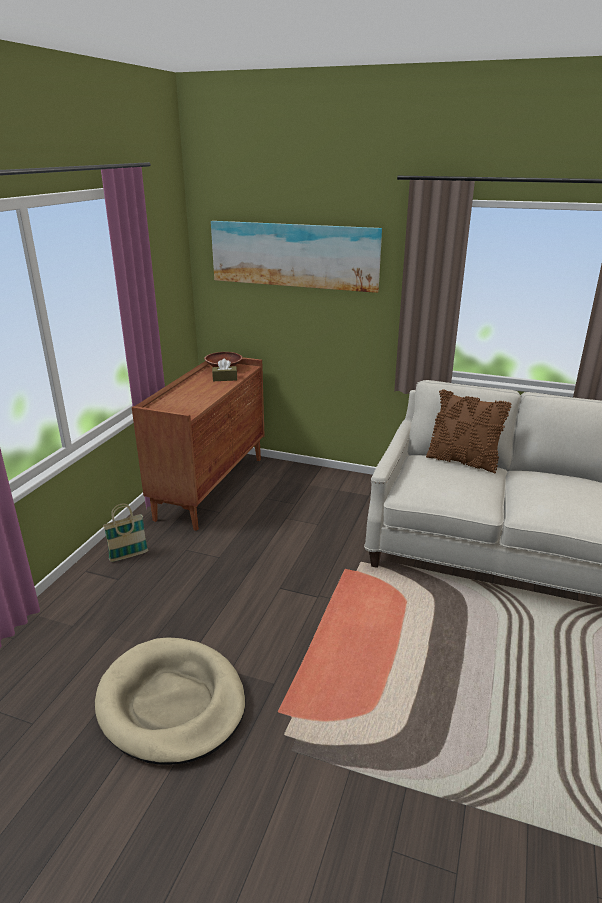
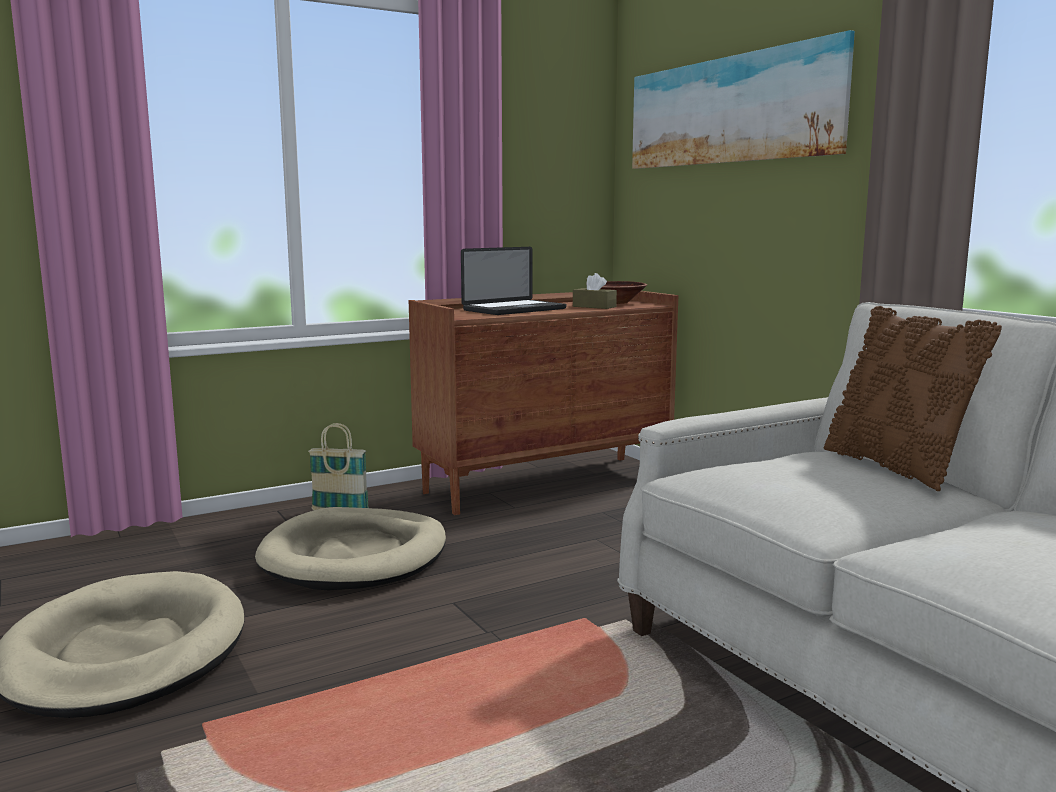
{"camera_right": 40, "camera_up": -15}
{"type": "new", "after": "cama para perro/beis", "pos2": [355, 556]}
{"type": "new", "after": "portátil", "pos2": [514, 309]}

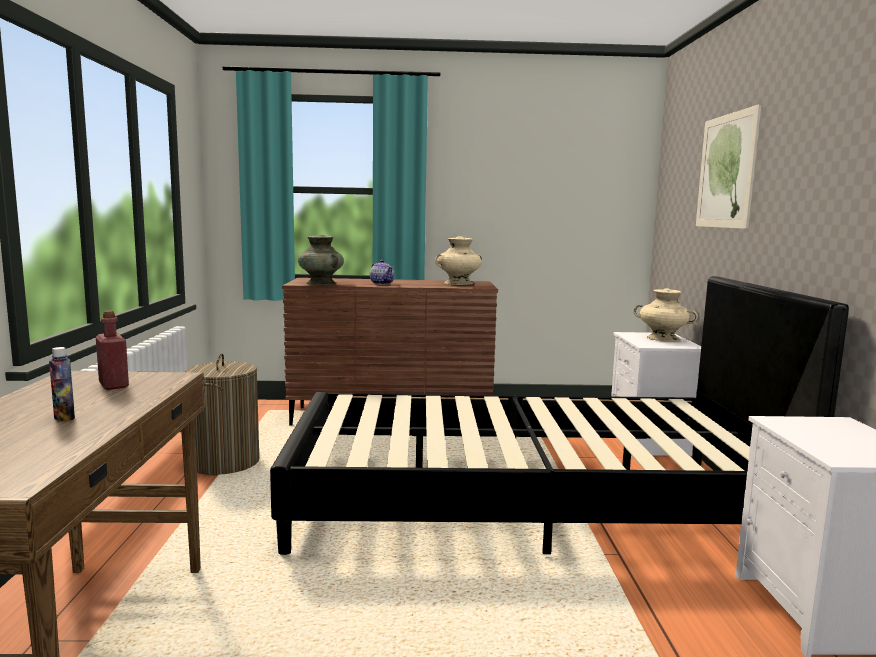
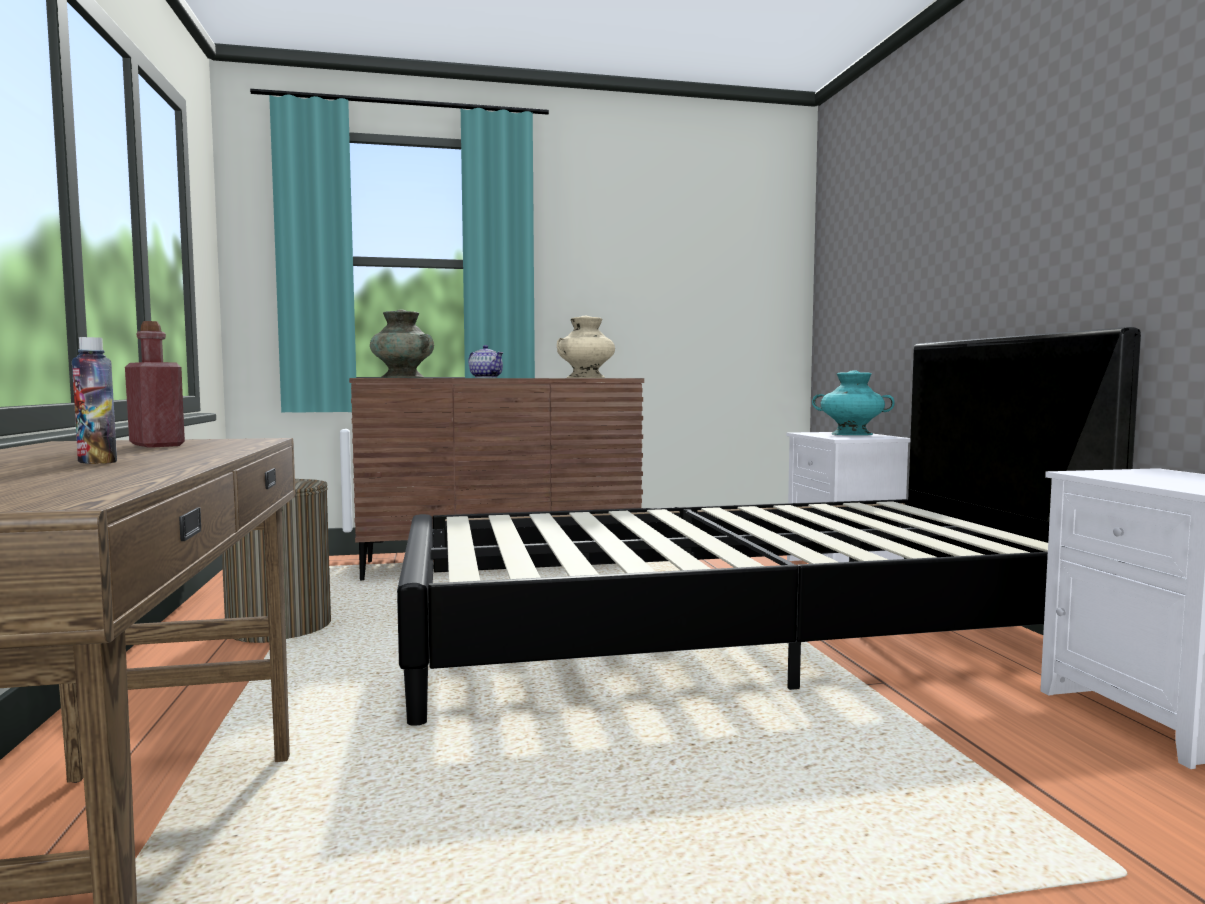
{"camera_right": -10, "camera_up": -5}
{"type": "repainted", "before": "florero/beis", "after": "florero/turquesa", "pos1": [662, 338], "pos2": [851, 434]}
{"type": "gone", "before": "cuadro", "pos1": [726, 171]}

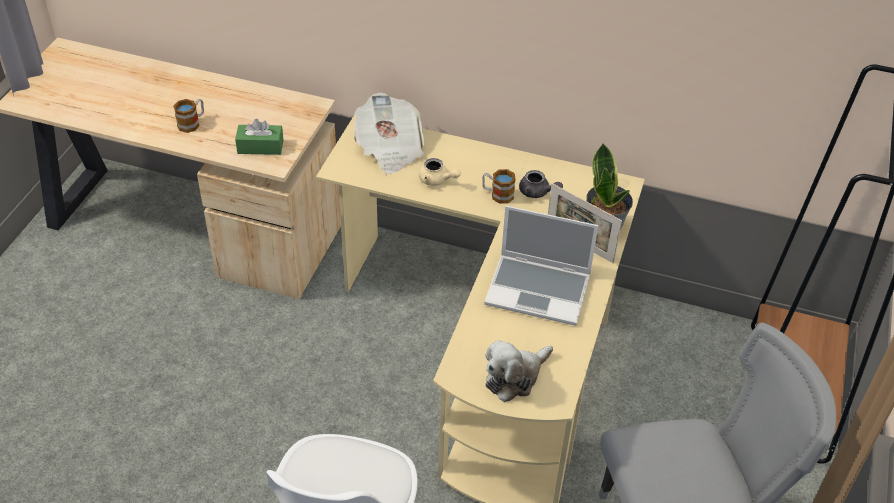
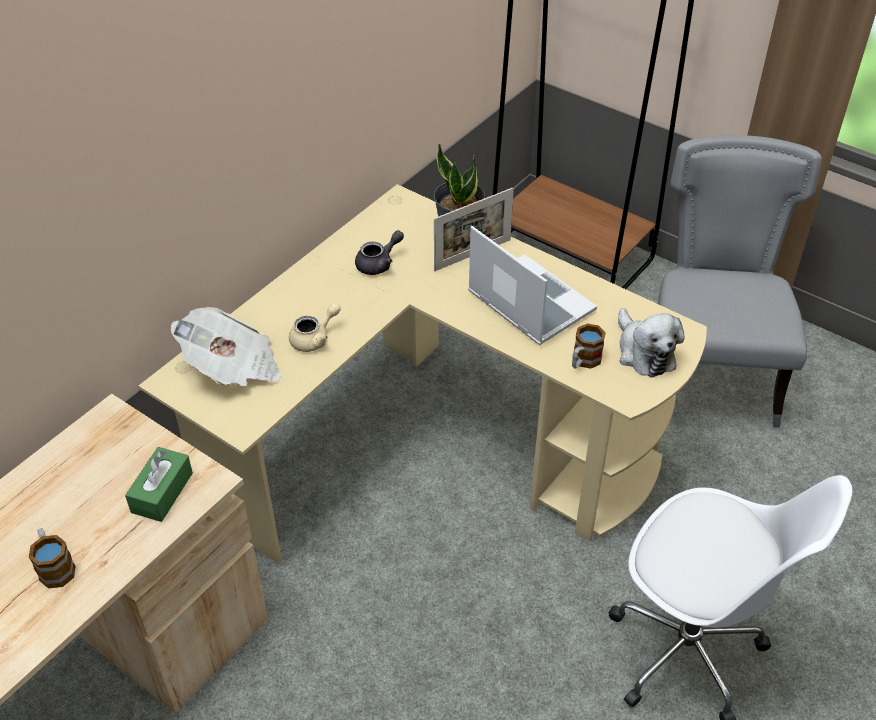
{"camera_right": -70, "camera_up": 0}
{"type": "shifted", "before": "taza grande", "pos1": [497, 194], "pos2": [583, 361]}
{"type": "rotated", "before": "portátil", "pos1": [539, 290], "pos2": [528, 302], "turn": -75}

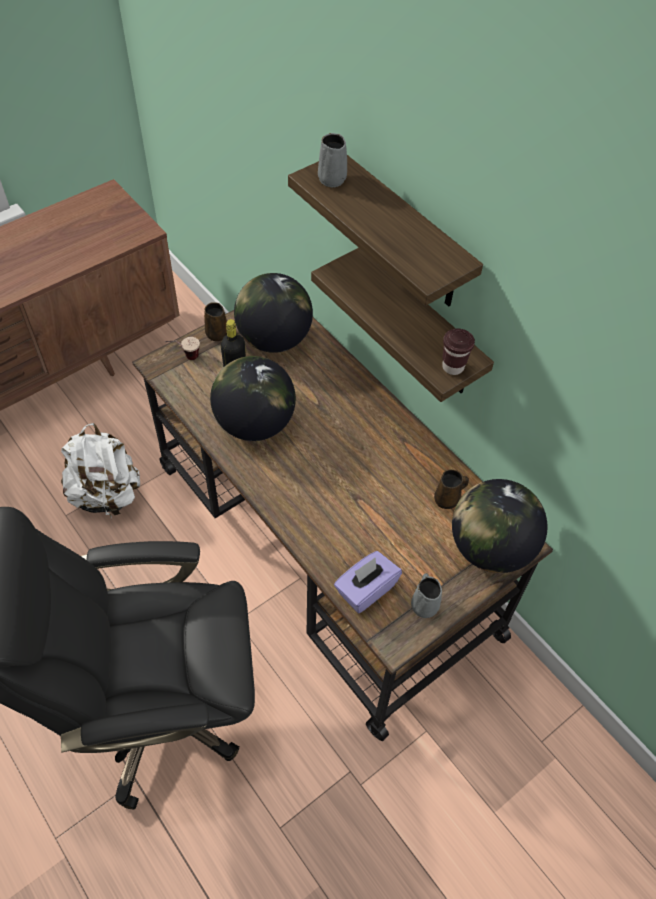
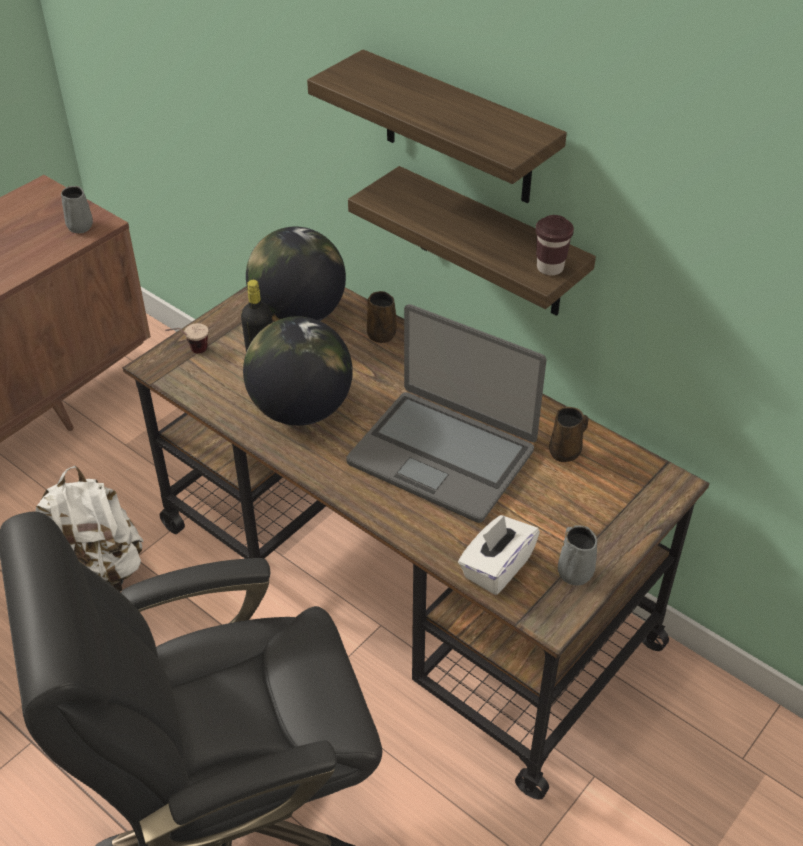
{"camera_right": -10, "camera_up": -10}
{"type": "shifted", "before": "taza grande/marrón", "pos1": [216, 333], "pos2": [380, 333]}
{"type": "shifted", "before": "taza grande/gris", "pos1": [332, 178], "pos2": [80, 226]}
{"type": "repainted", "before": "caja de pañuelos/morado", "after": "caja de pañuelos/blanco", "pos1": [366, 589], "pos2": [496, 567]}
{"type": "gone", "before": "globo terráqueo", "pos1": [490, 548]}
{"type": "new", "after": "portátil", "pos2": [442, 455]}

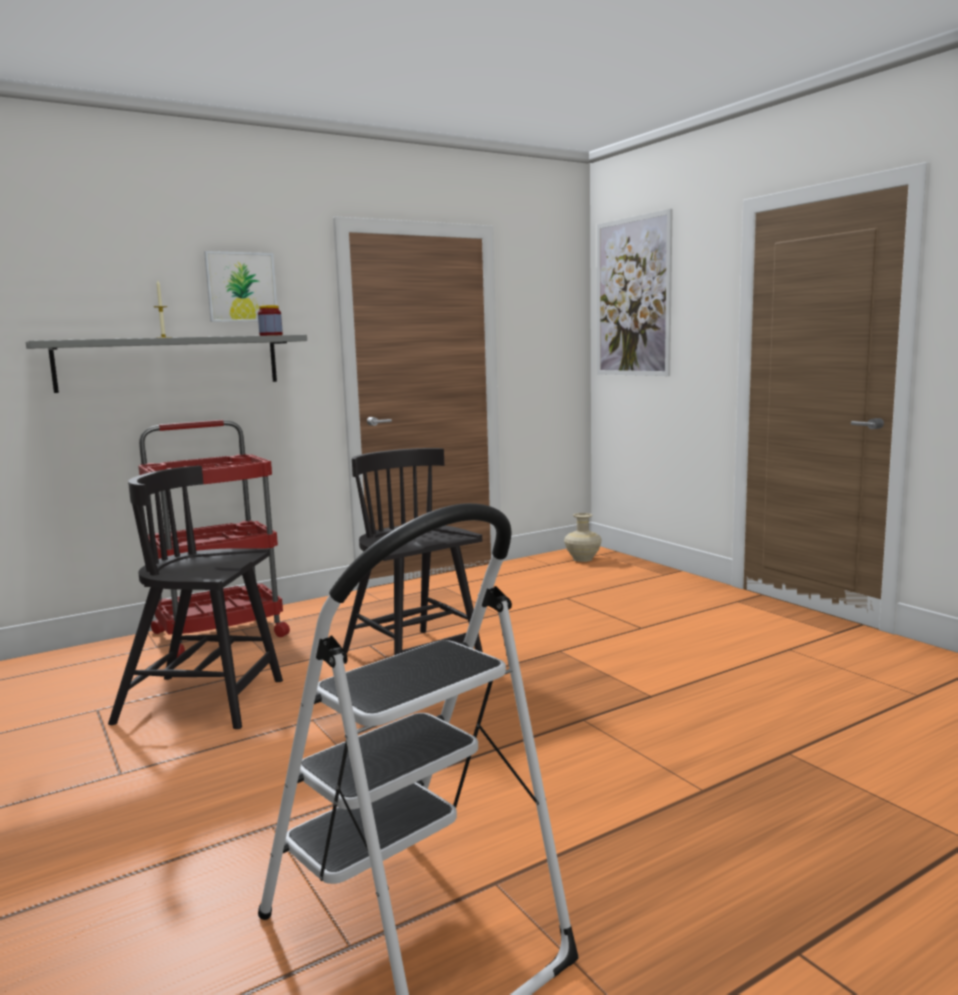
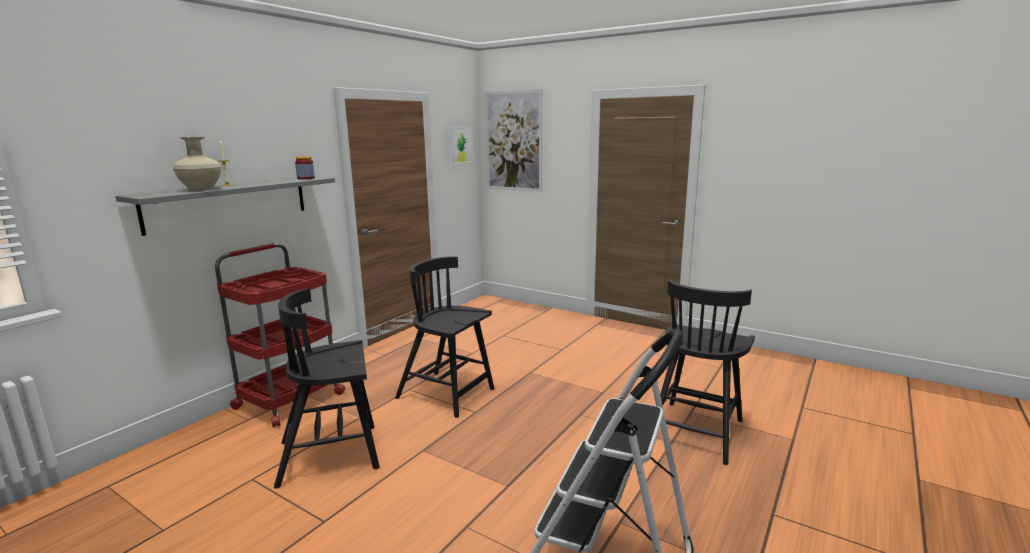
{"camera_right": -25, "camera_up": 5}
{"type": "shifted", "before": "cuadro", "pos1": [241, 287], "pos2": [460, 145]}
{"type": "shifted", "before": "florero/beis", "pos1": [583, 559], "pos2": [201, 189]}
{"type": "new", "after": "silla/negro", "pos2": [696, 429]}

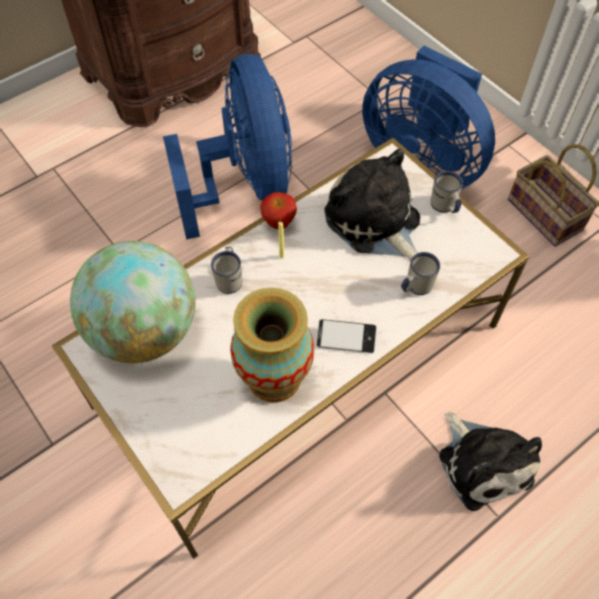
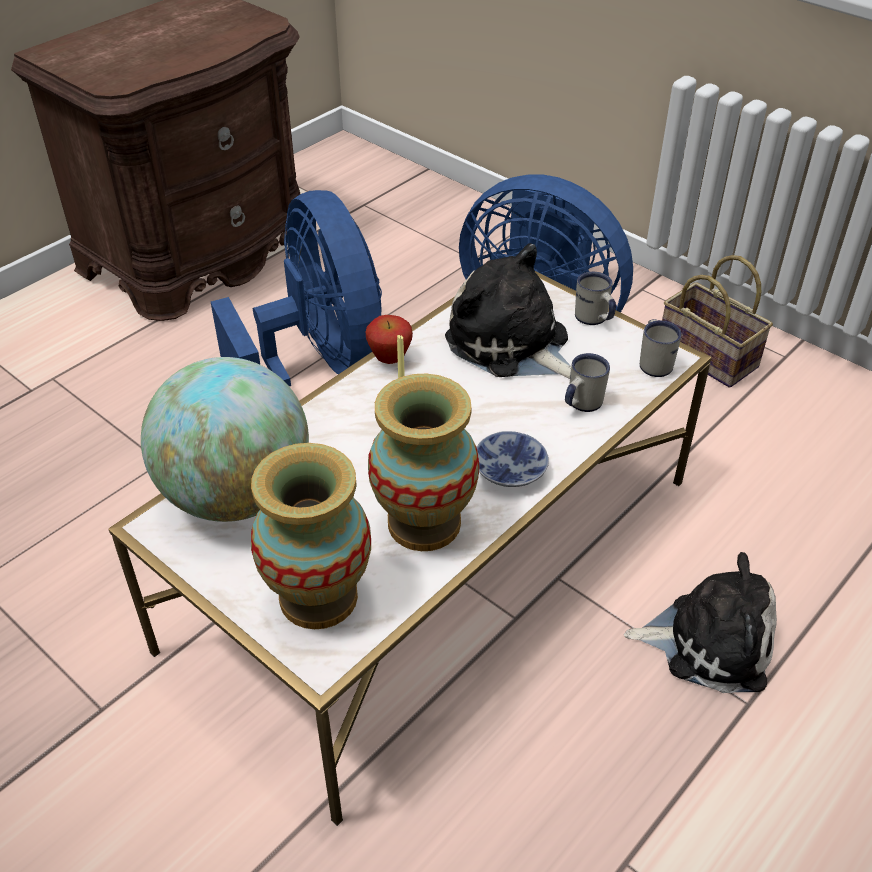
{"camera_right": -10, "camera_up": -15}
{"type": "shifted", "before": "taza grande/blanco", "pos1": [230, 278], "pos2": [654, 362]}
{"type": "swapped", "before": "móvil", "after": "cuenco", "pos1": [346, 338], "pos2": [507, 469]}
{"type": "rotated", "before": "peluche", "pos1": [483, 462], "pos2": [709, 641], "turn": -45}
{"type": "new", "after": "florero", "pos2": [318, 596]}

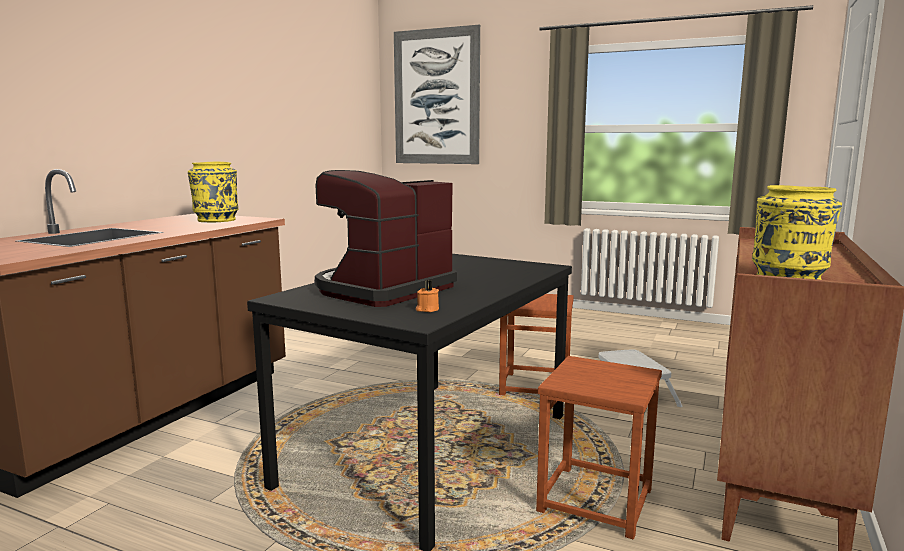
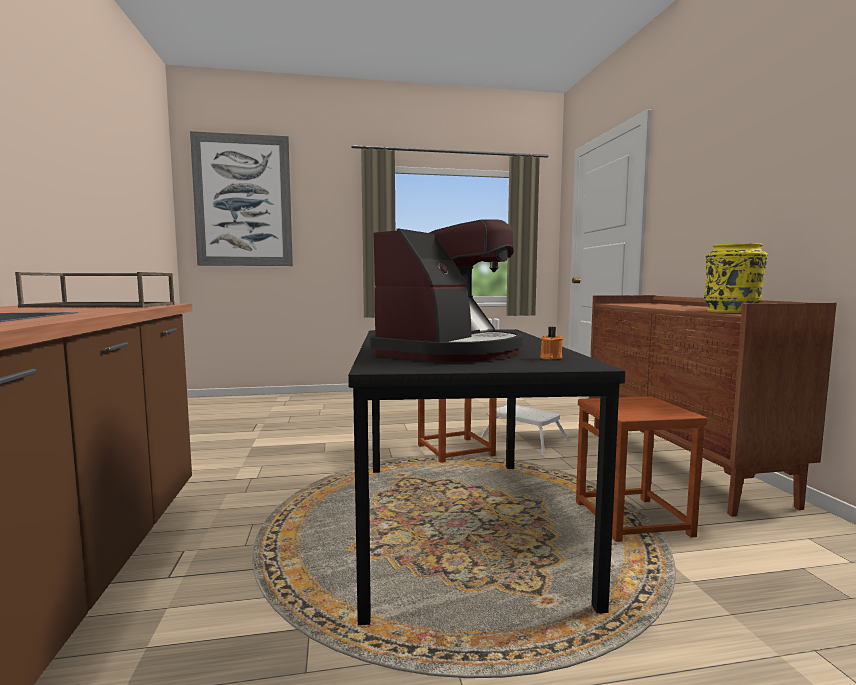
{"camera_right": -35, "camera_up": -5}
{"type": "swapped", "before": "florero/amarillo", "after": "bandeja/marrón", "pos1": [216, 220], "pos2": [103, 305]}
{"type": "rotated", "before": "cafetera", "pos1": [383, 290], "pos2": [451, 352], "turn": -150}

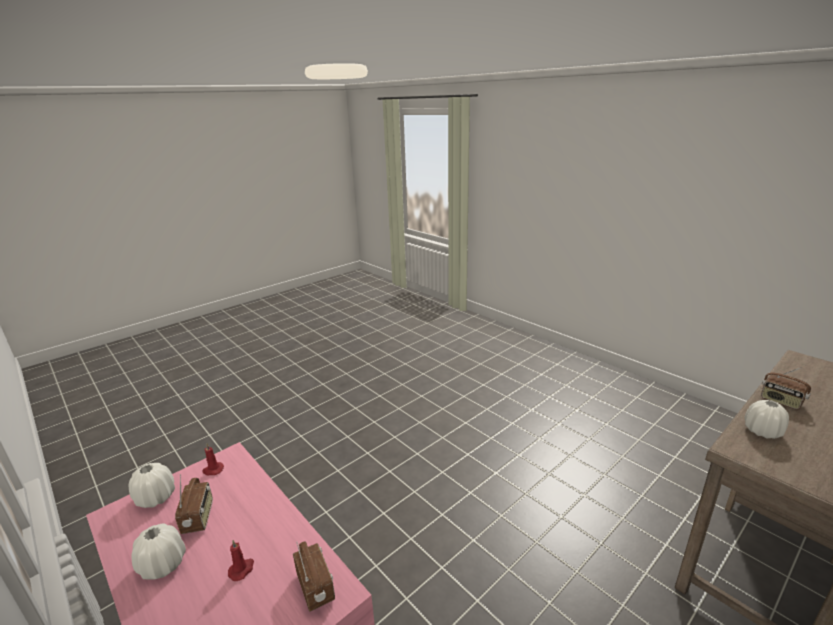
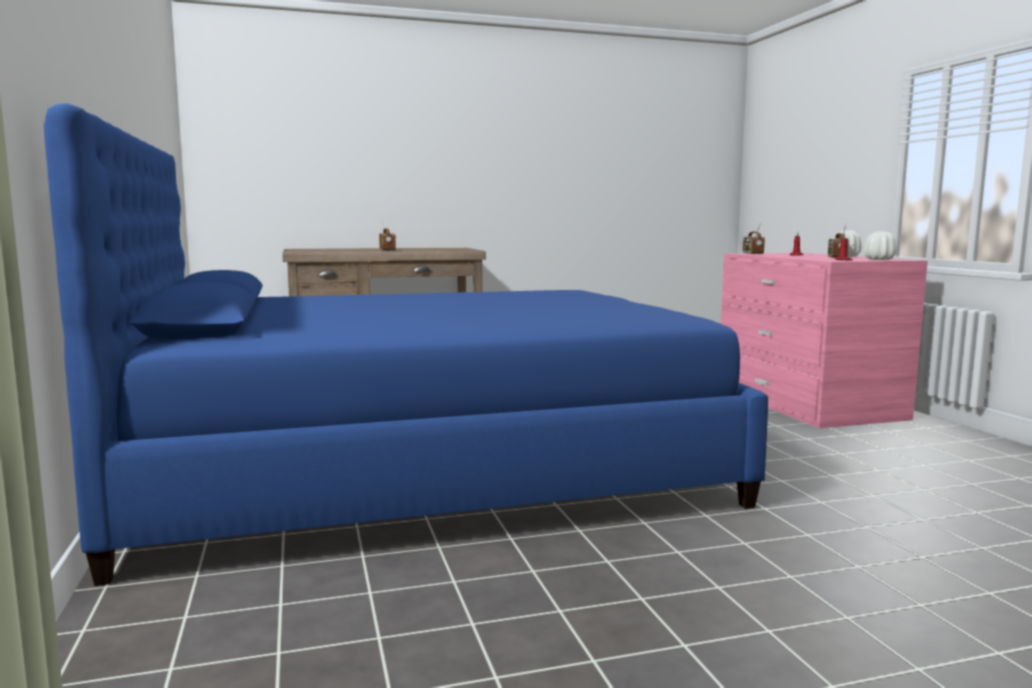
{"camera_right": -155, "camera_up": -15}
{"type": "gone", "before": "florero/blanco", "pos1": [762, 431]}
{"type": "new", "after": "cama/azul", "pos2": [425, 468]}

